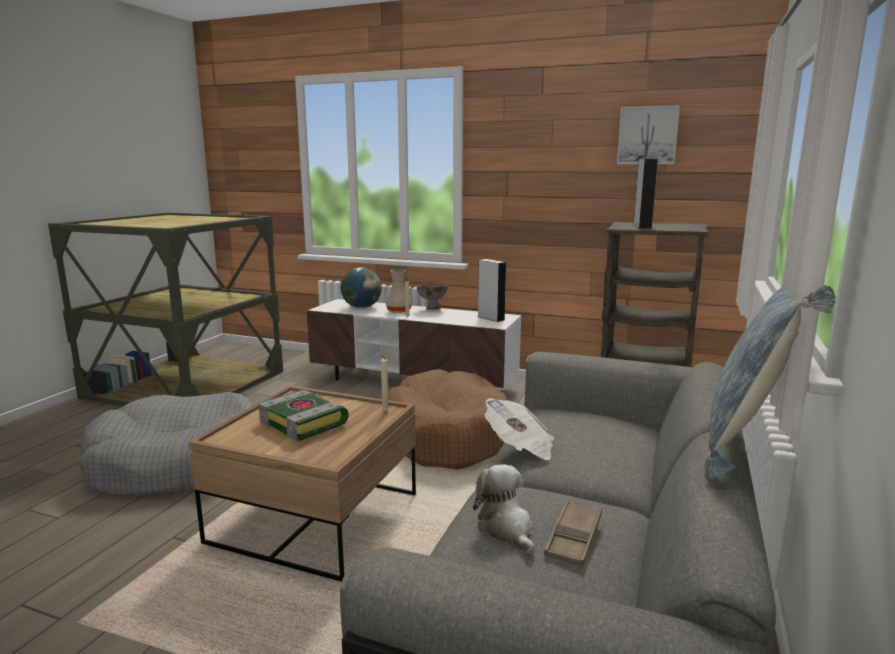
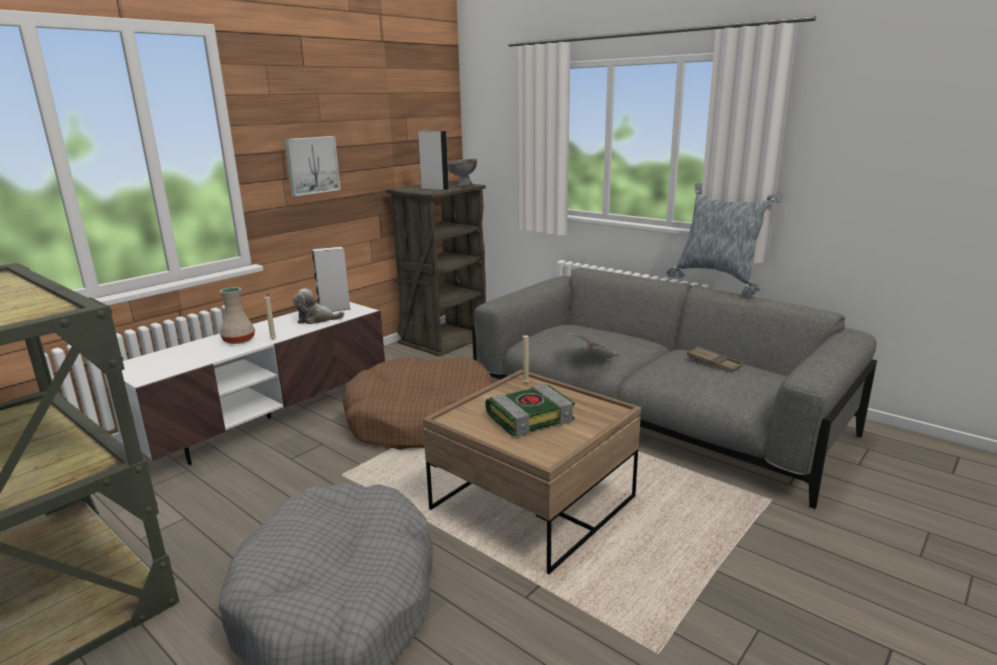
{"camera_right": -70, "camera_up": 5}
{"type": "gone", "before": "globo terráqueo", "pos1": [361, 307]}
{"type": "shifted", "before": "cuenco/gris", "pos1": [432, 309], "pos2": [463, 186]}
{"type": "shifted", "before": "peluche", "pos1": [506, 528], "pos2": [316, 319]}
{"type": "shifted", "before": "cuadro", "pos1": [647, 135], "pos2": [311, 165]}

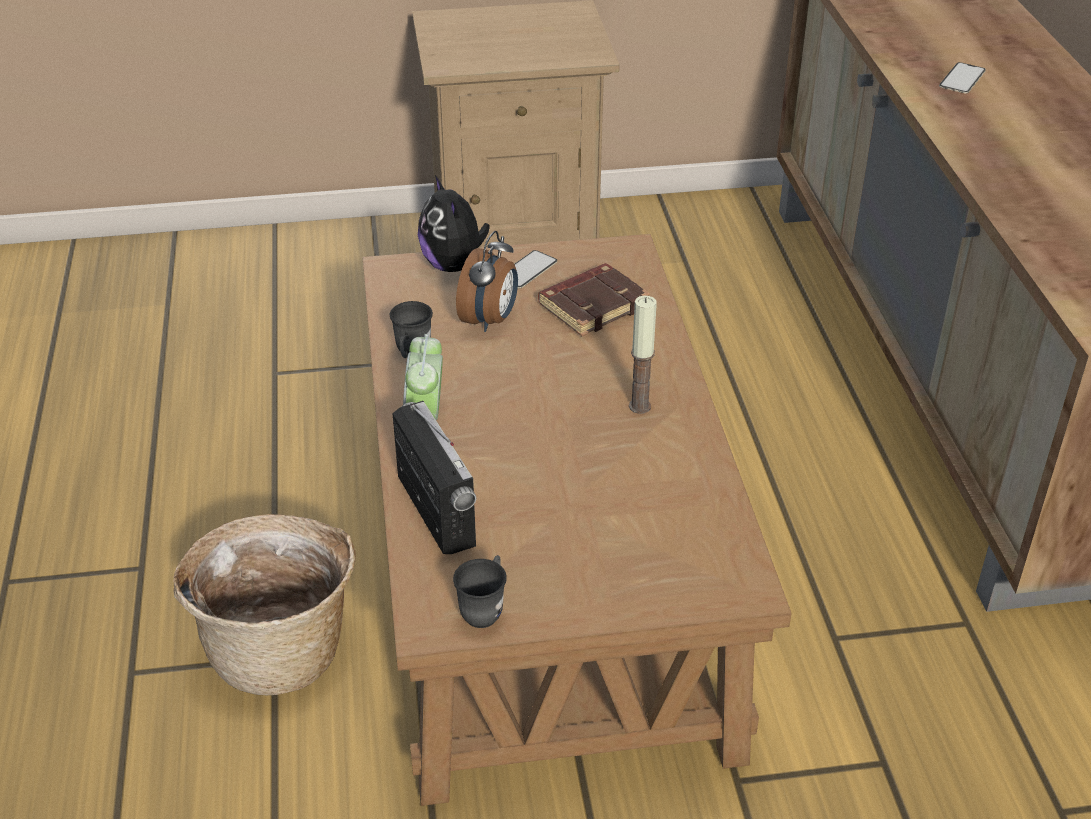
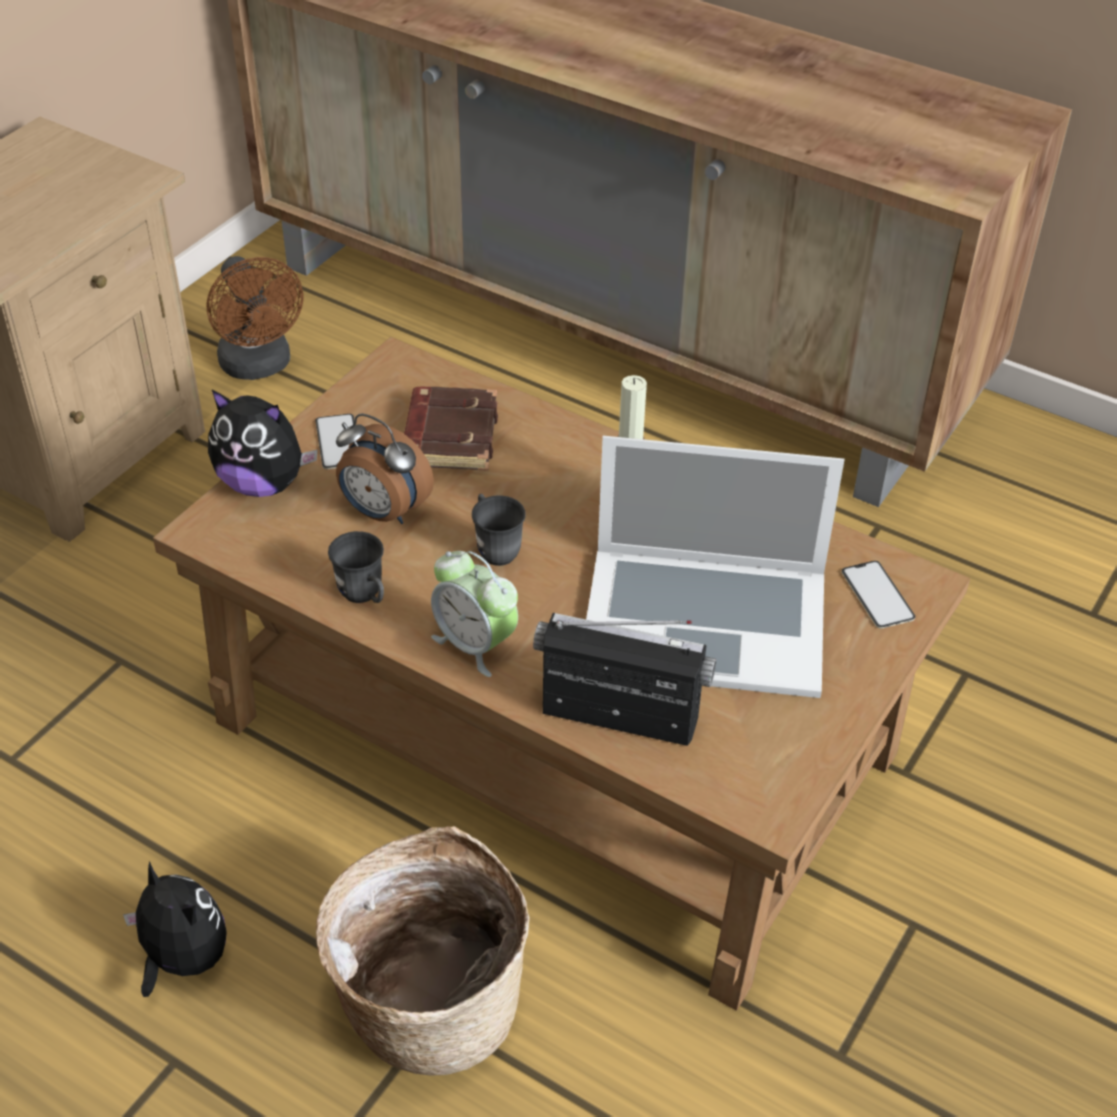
{"camera_right": -50, "camera_up": 5}
{"type": "shifted", "before": "taza grande/gris", "pos1": [485, 609], "pos2": [495, 548]}
{"type": "rotated", "before": "despertador", "pos1": [490, 320], "pos2": [383, 512], "turn": 150}
{"type": "shifted", "before": "móvil", "pos1": [962, 78], "pos2": [877, 595]}
{"type": "new", "after": "peluche", "pos2": [182, 959]}
{"type": "new", "after": "ventilador/marrón", "pos2": [259, 366]}
{"type": "new", "after": "portátil", "pos2": [704, 619]}

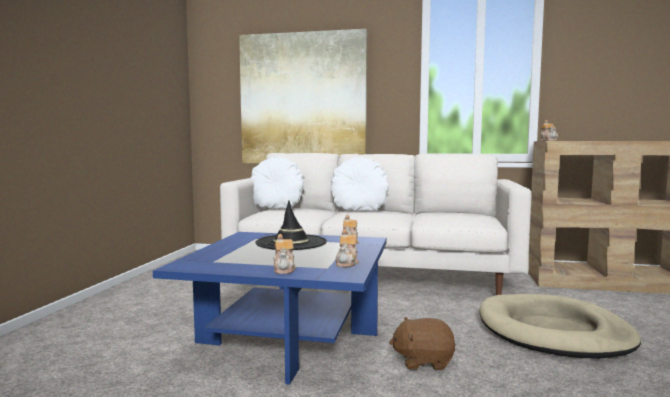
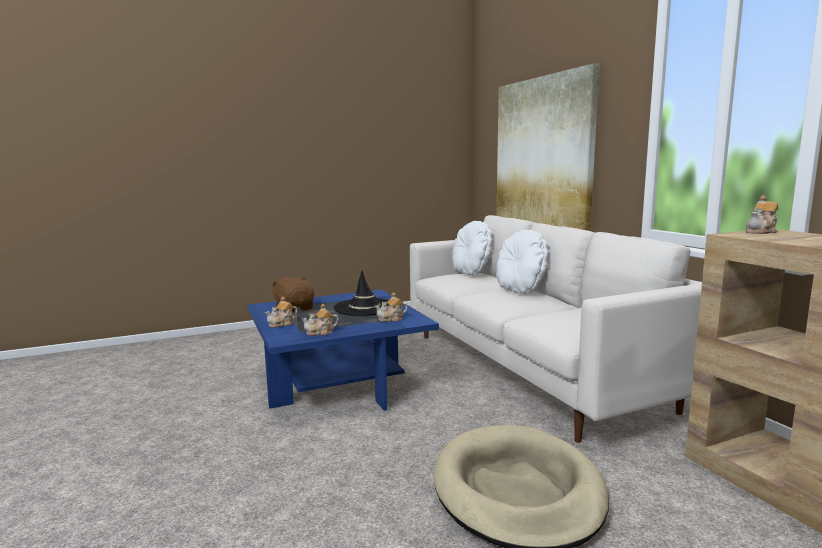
{"camera_right": 55, "camera_up": 5}
{"type": "shifted", "before": "peluche/marrón", "pos1": [423, 361], "pos2": [294, 309]}

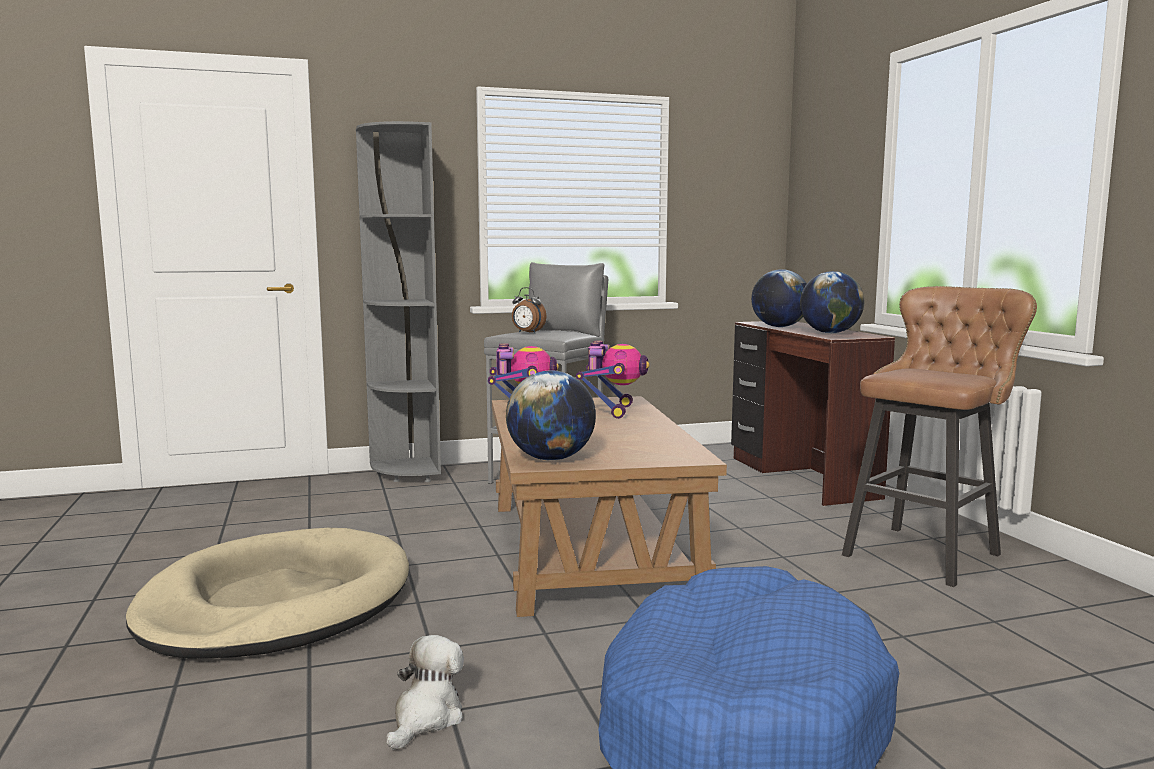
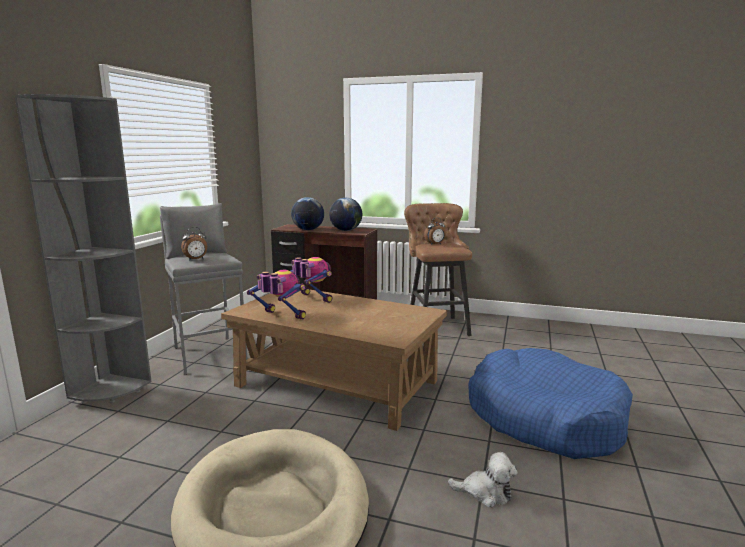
{"camera_right": -55, "camera_up": 5}
{"type": "rotated", "before": "peluche", "pos1": [426, 718], "pos2": [485, 492], "turn": 135}
{"type": "gone", "before": "globo terráqueo", "pos1": [551, 459]}
{"type": "new", "after": "despertador", "pos2": [435, 244]}

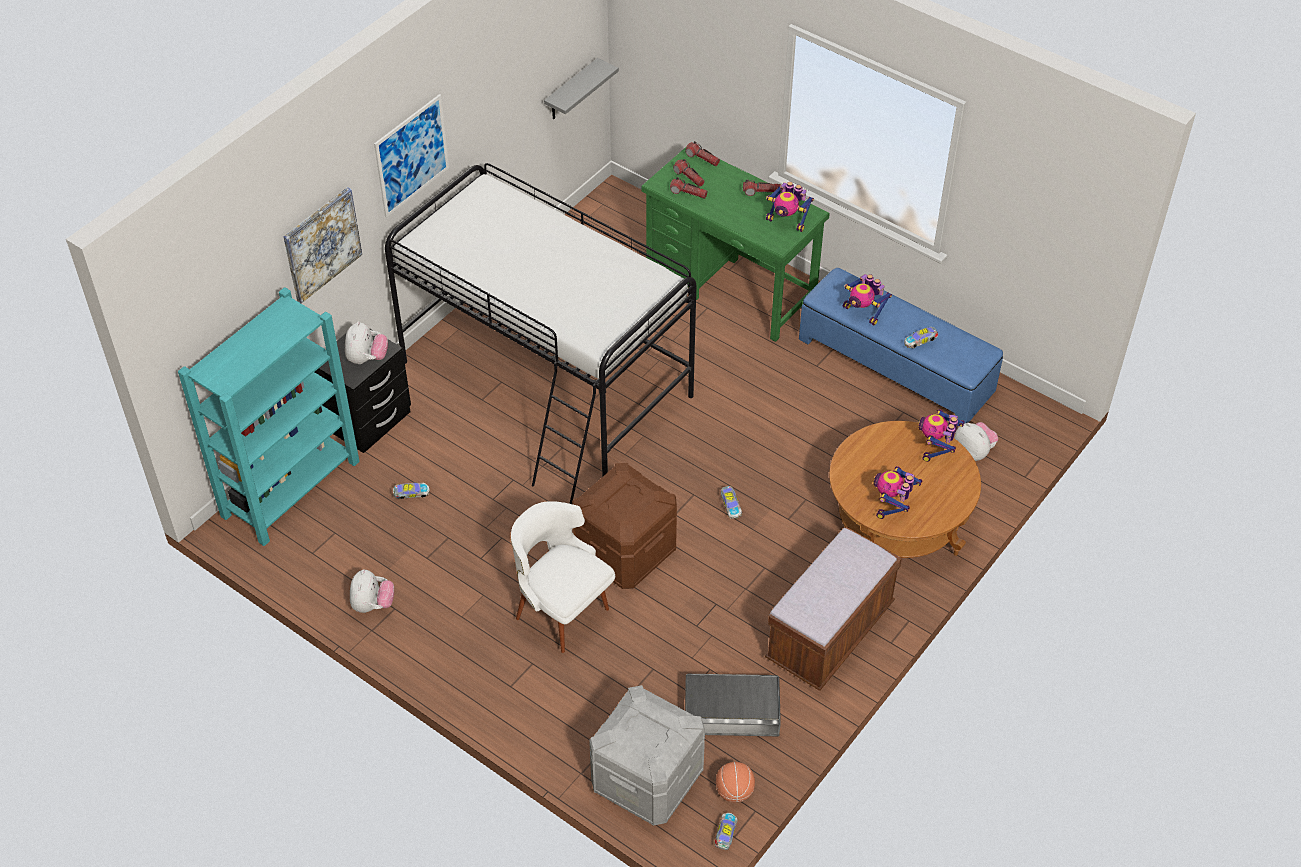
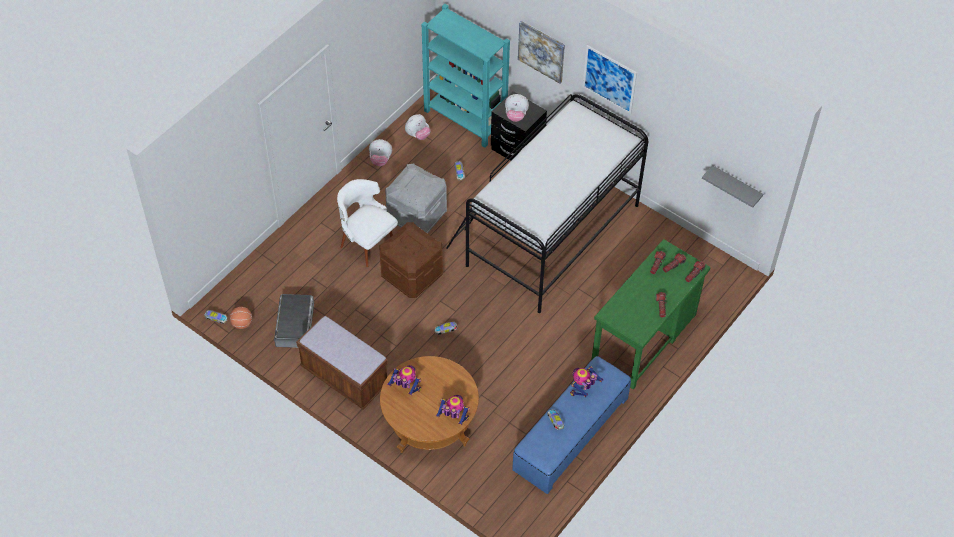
{"camera_right": 90, "camera_up": 5}
{"type": "rotated", "before": "silla/blanco", "pos1": [563, 614], "pos2": [367, 245], "turn": -90}
{"type": "shifted", "before": "caja de almacenaje/gris", "pos1": [648, 779], "pos2": [416, 216]}
{"type": "gone", "before": "robot de juguete", "pos1": [787, 221]}
{"type": "shifted", "before": "peluche", "pos1": [973, 452], "pos2": [417, 135]}

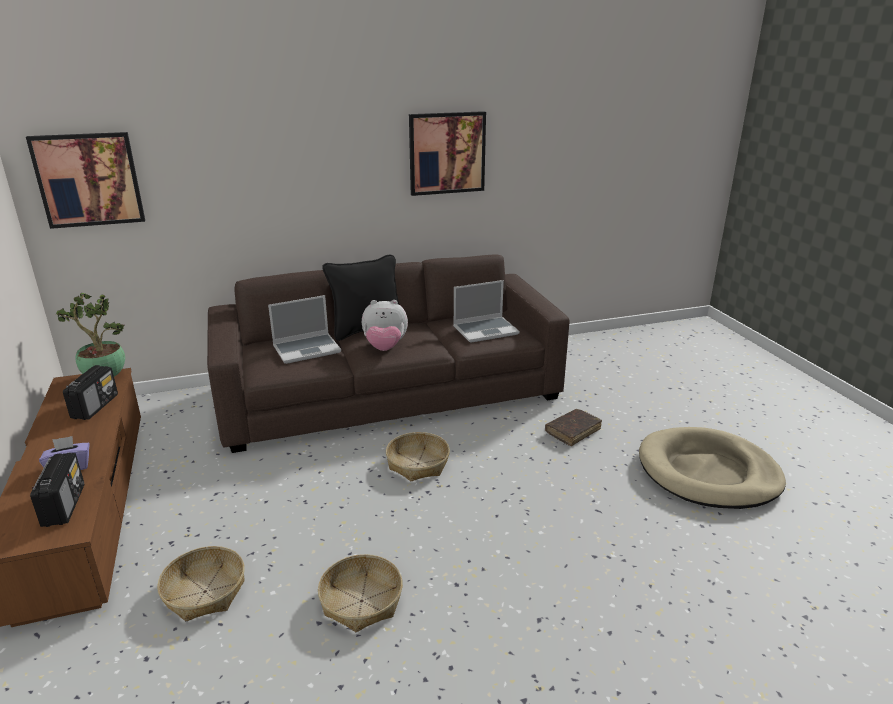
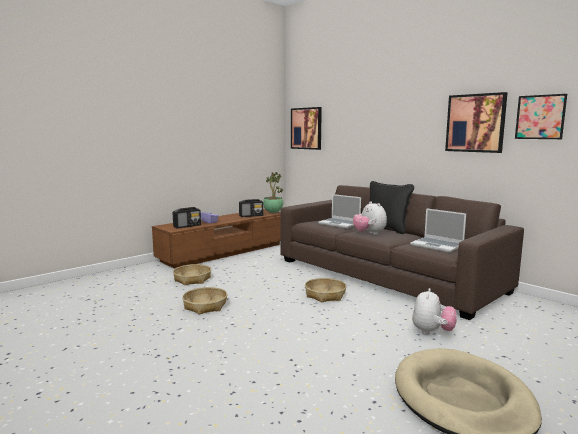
{"camera_right": 65, "camera_up": -15}
{"type": "swapped", "before": "libro/marrón", "after": "peluche", "pos1": [573, 431], "pos2": [432, 332]}
{"type": "new", "after": "cuadro", "pos2": [540, 117]}

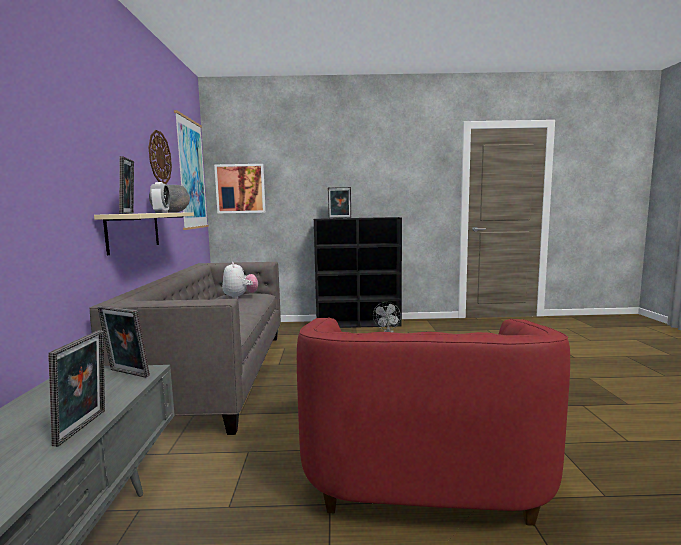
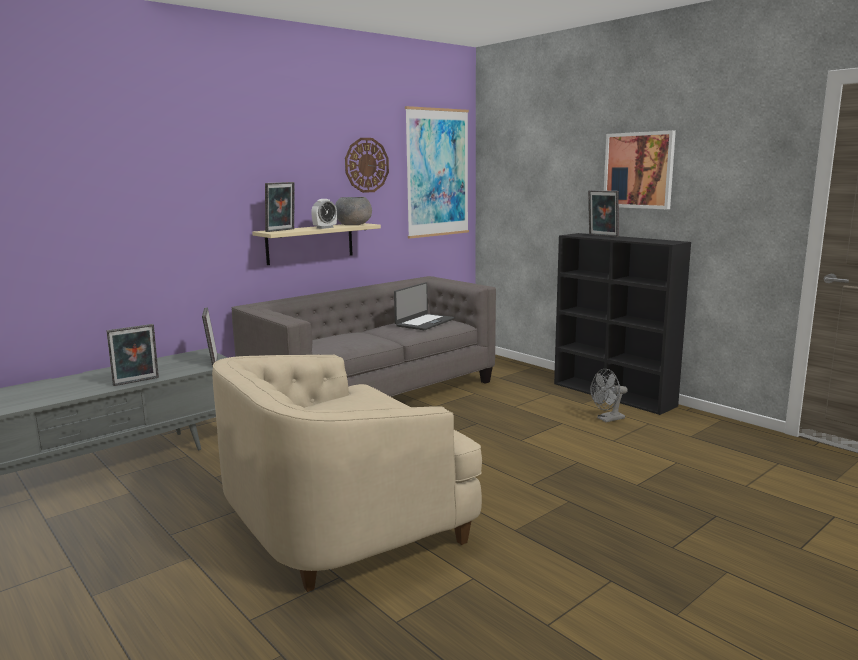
{"camera_right": 50, "camera_up": 5}
{"type": "shifted", "before": "cuadro", "pos1": [240, 188], "pos2": [638, 170]}
{"type": "swapped", "before": "peluche", "after": "portátil", "pos1": [240, 297], "pos2": [424, 322]}
{"type": "repainted", "before": "sillón/rojo", "after": "sillón/beis", "pos1": [420, 464], "pos2": [341, 521]}

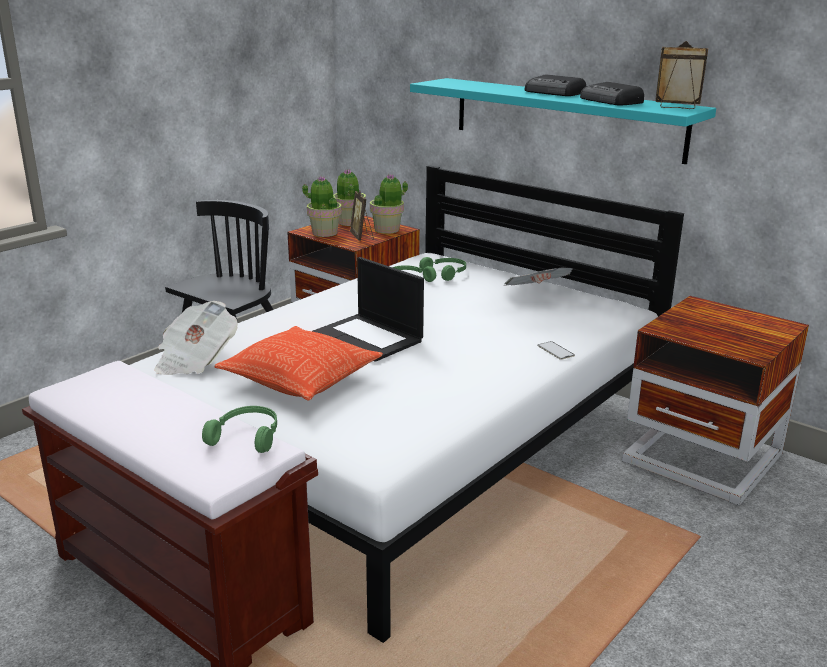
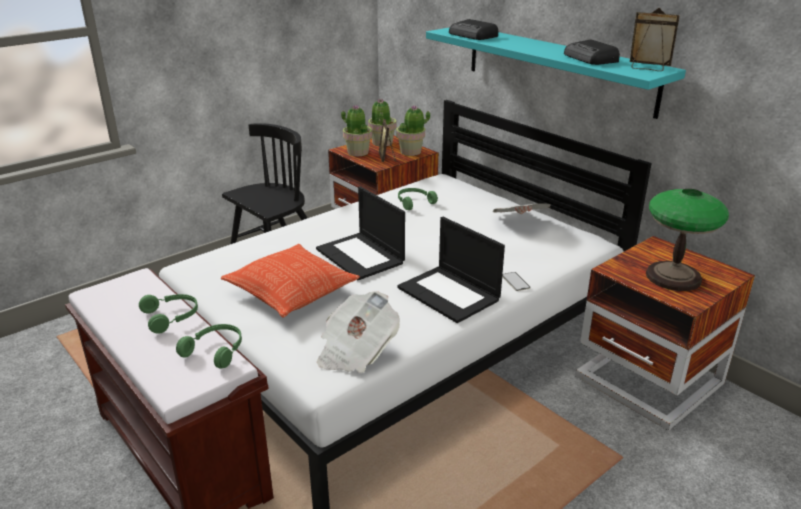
{"camera_right": 10, "camera_up": 5}
{"type": "shifted", "before": "periódico", "pos1": [195, 360], "pos2": [356, 351]}
{"type": "shifted", "before": "auriculares/verde", "pos1": [446, 273], "pos2": [172, 317]}
{"type": "shifted", "before": "radio", "pos1": [555, 93], "pos2": [473, 35]}
{"type": "new", "after": "portátil", "pos2": [450, 294]}
{"type": "new", "after": "lámpara de mesa", "pos2": [673, 277]}

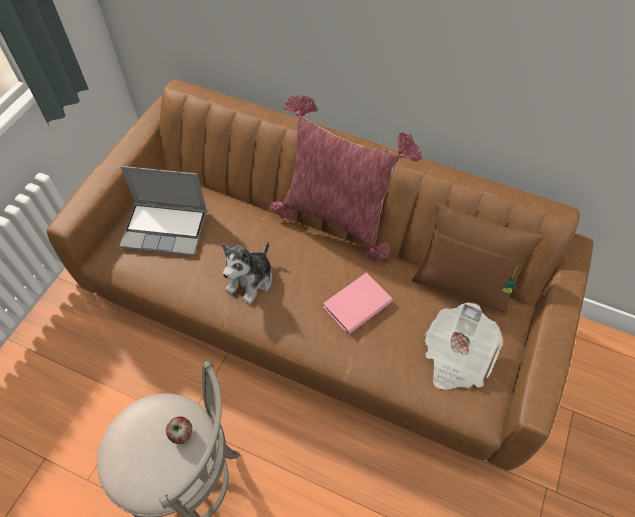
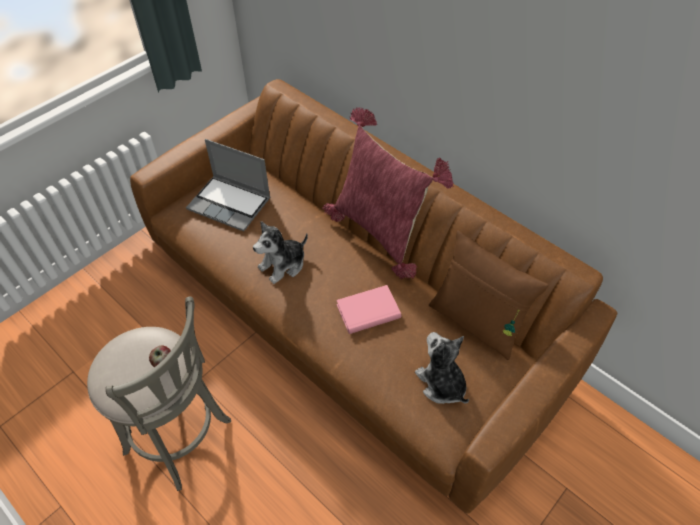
{"camera_right": 20, "camera_up": -5}
{"type": "swapped", "before": "periódico", "after": "peluche", "pos1": [456, 357], "pos2": [441, 383]}

